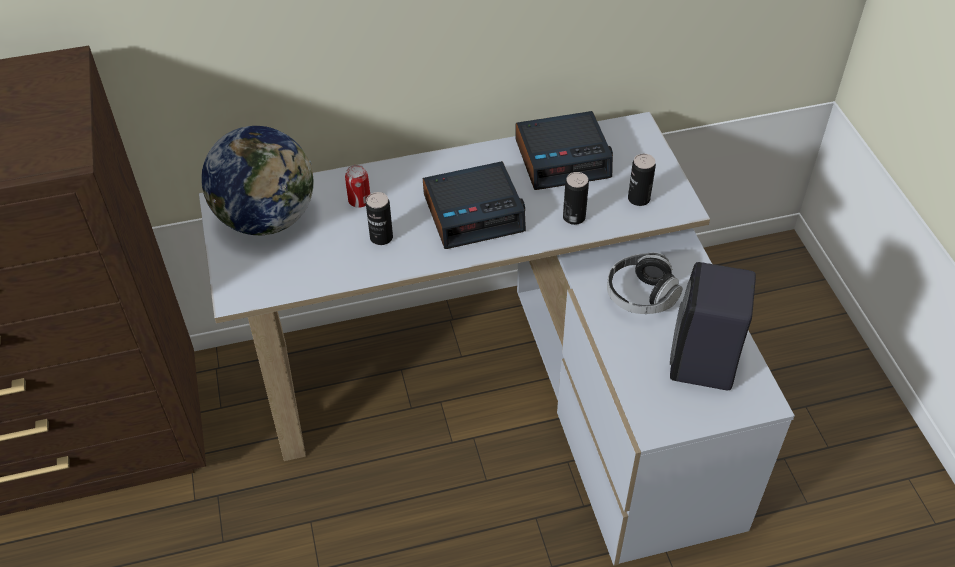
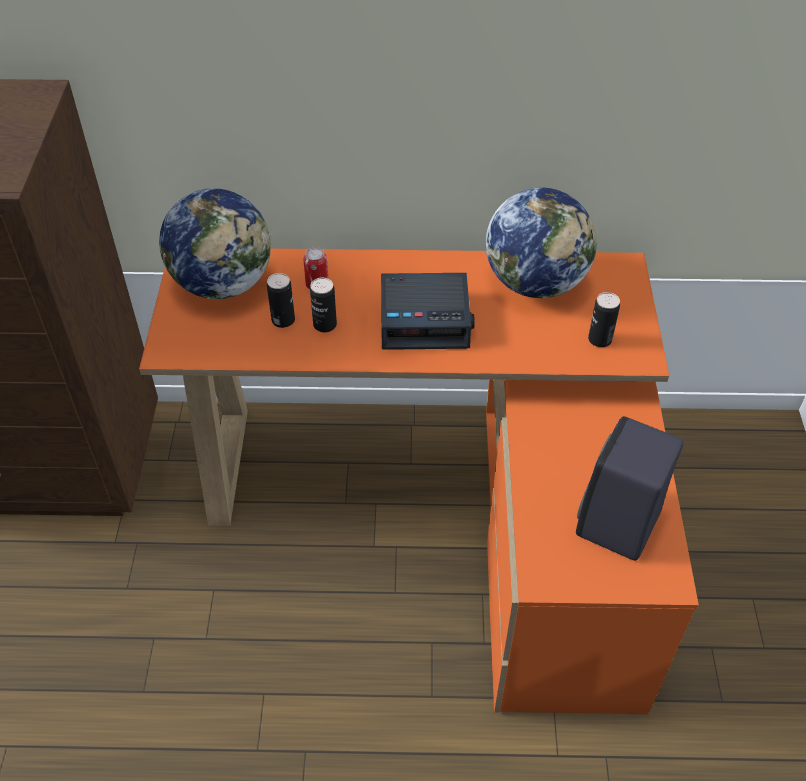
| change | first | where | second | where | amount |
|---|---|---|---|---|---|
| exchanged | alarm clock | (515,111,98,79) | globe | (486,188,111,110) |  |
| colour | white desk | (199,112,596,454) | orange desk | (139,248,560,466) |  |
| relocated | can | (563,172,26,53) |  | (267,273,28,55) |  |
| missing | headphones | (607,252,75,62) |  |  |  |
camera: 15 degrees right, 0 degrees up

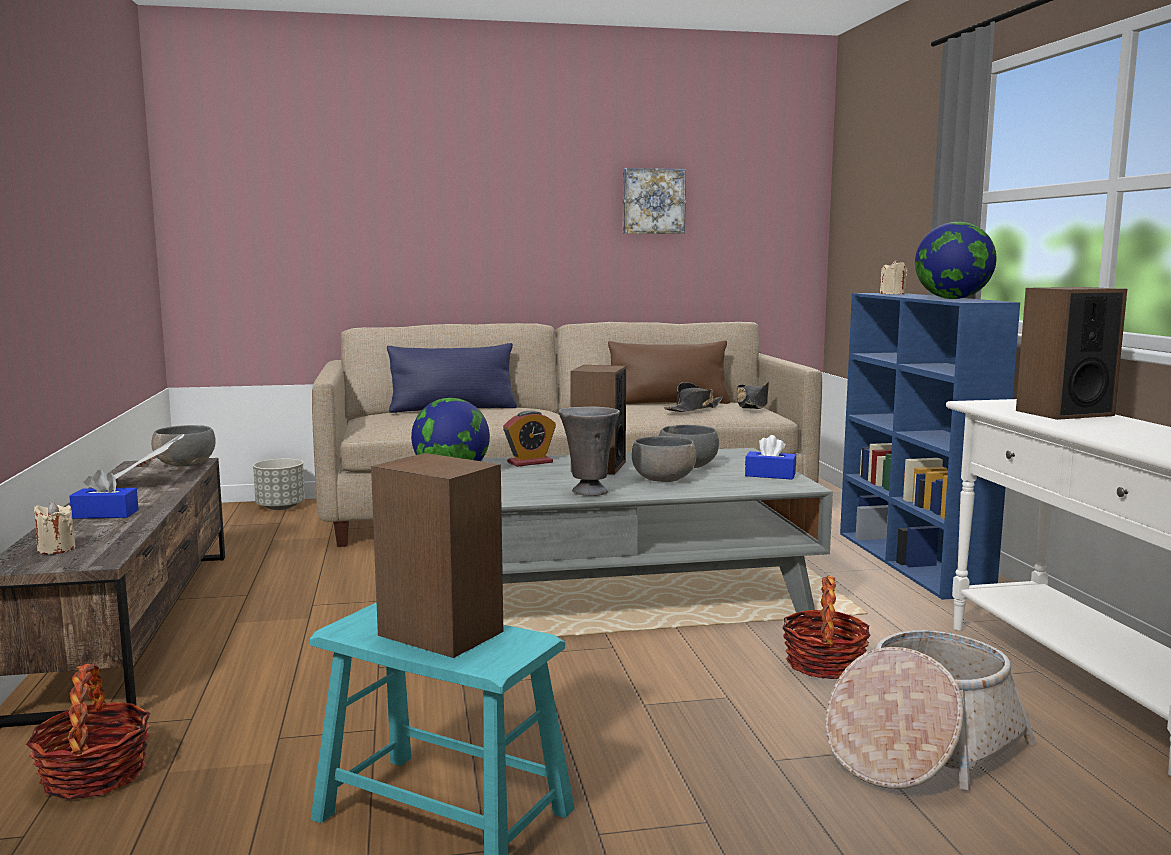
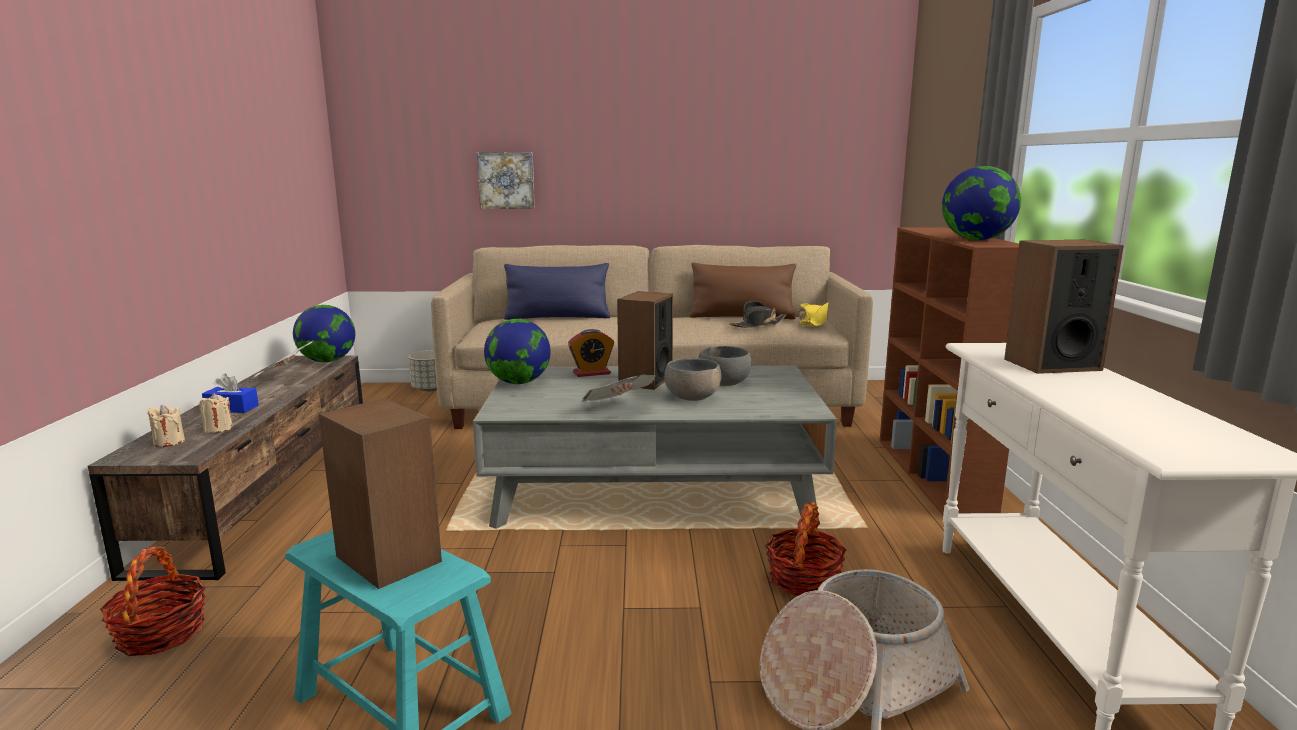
| change | first | where | second | where | amount |
|---|---|---|---|---|---|
| relocated | picture | (623,168,63,66) |  | (477,152,58,57) |  |
| relocated | beige candle | (880,260,27,34) |  | (199,393,34,40) |  |
| colour | blue bookcase | (840,293,180,307) | brown bookcase | (880,227,139,288) |  |
| colour | black hat | (737,382,32,27) | yellow hat | (799,302,29,25) |  |
| exchanged | grey vase | (559,406,61,90) | newspaper | (582,374,73,27) |  |
| exchanged | grey bowl | (151,425,65,41) | globe | (293,305,62,57) |  |
| missing | blue tissue box | (745,435,51,45) |  |  |  |
camera: 10 degrees right, 5 degrees up

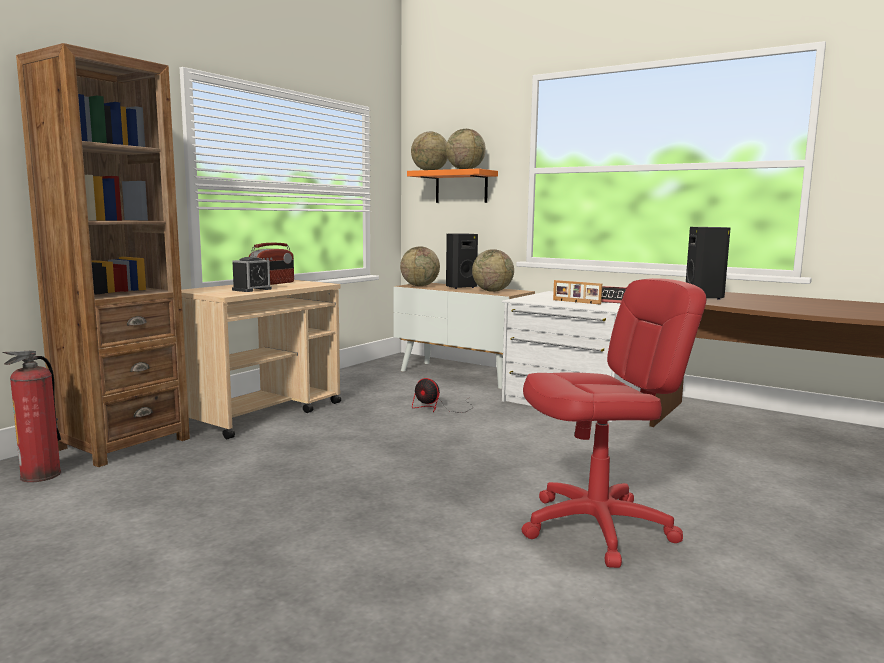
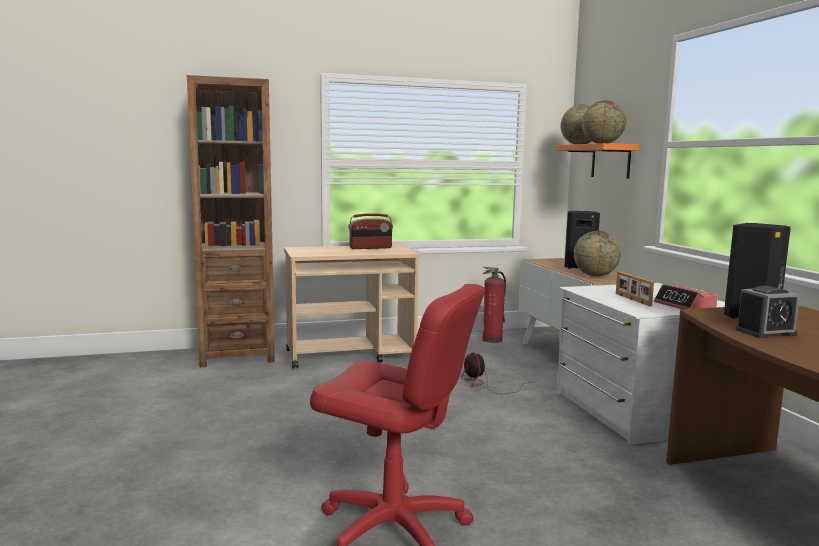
| change | first | where | second | where | amount |
|---|---|---|---|---|---|
| missing | globe | (400,246,40,40) |  |  |  |
| relocated | alarm clock | (232,257,40,35) |  | (735,286,65,52) |  |
| relocated | fire extinguisher | (3,351,58,132) |  | (482,267,24,76) |  |
camera: 40 degrees right, 0 degrees up

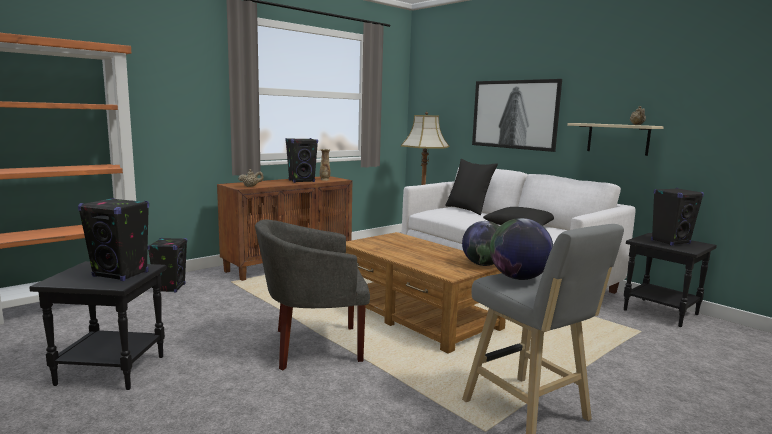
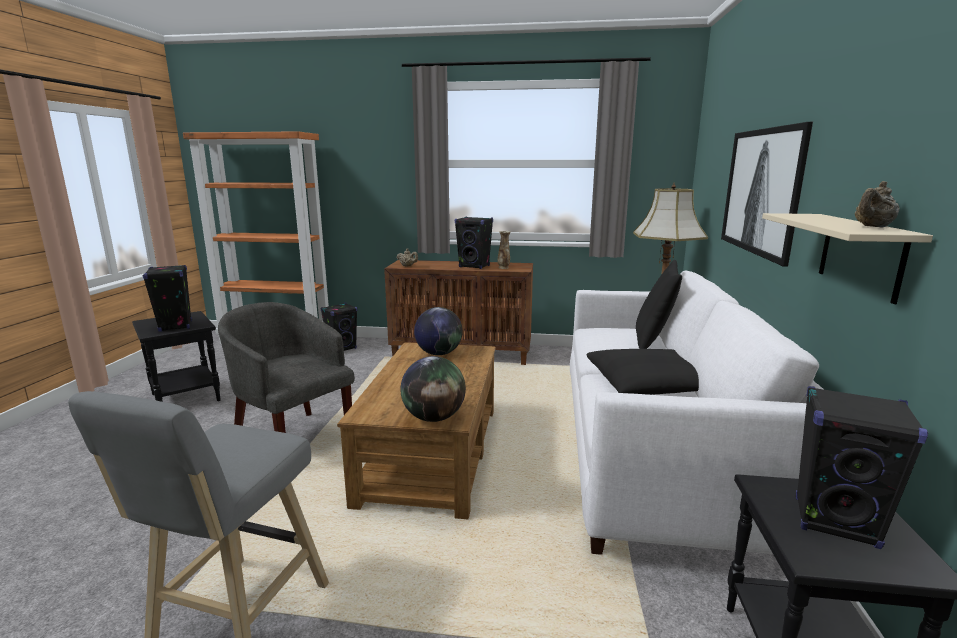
| change | first | where | second | where | amount |
|---|---|---|---|---|---|
| relocated | globe | (490,218,63,62) |  | (414,307,49,48) |  |
camera: 50 degrees right, 5 degrees up

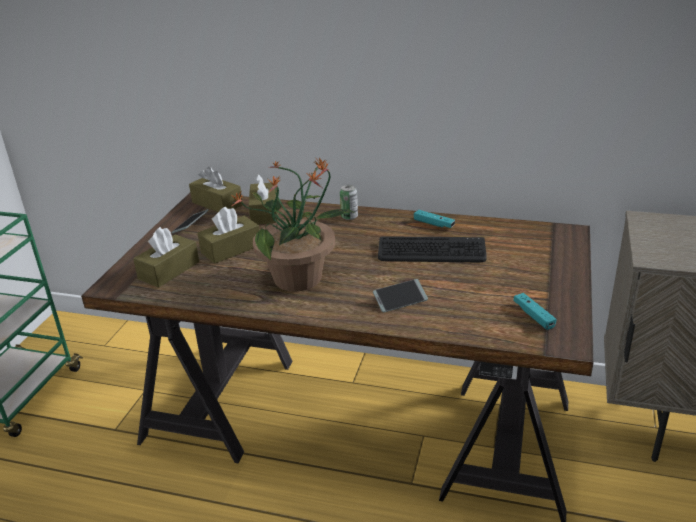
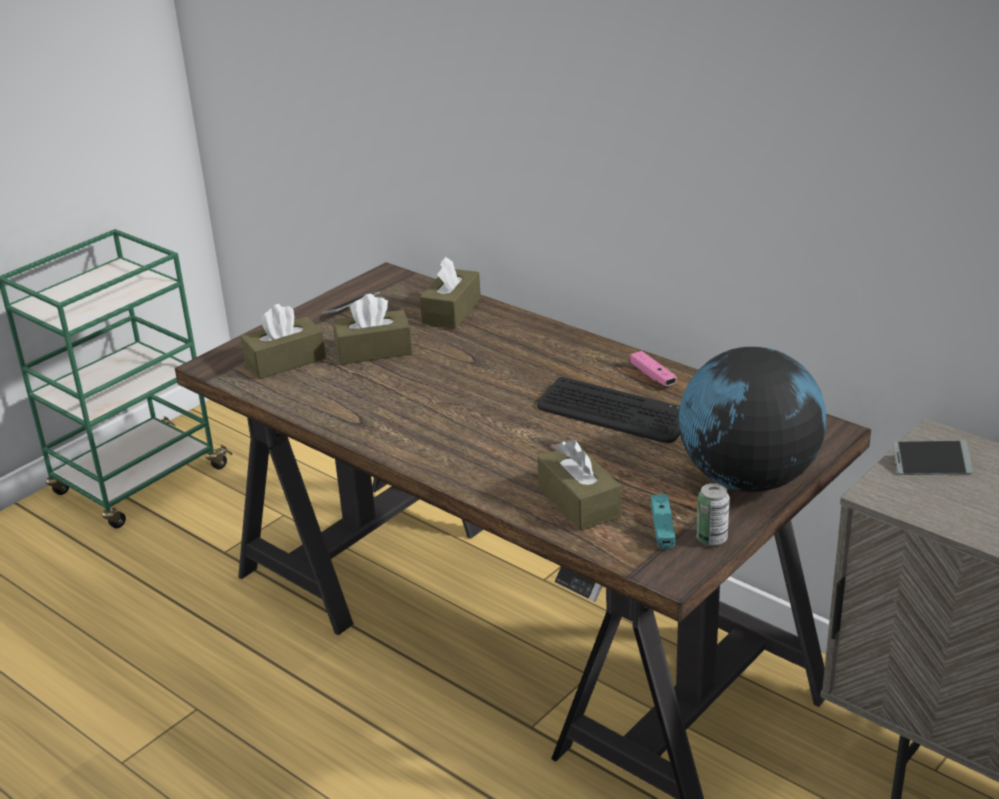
| change | first | where | second | where | amount |
|---|---|---|---|---|---|
| missing | potted plant | (231,158,124,133) |  |  |  |
| relocated | brown tissue box | (189,167,54,45) |  | (537,439,84,92) |  |
| relocated | can | (340,185,18,35) |  | (696,483,34,63) |  |
| colour | turquoise game controller | (414,210,41,18) | pink game controller | (630,351,47,35) |  |
| relocated | phone | (373,279,55,33) |  | (893,441,80,34) |  |
| appeared |  |  | globe | (679,347,147,145) |  |
camera: 25 degrees right, 0 degrees up

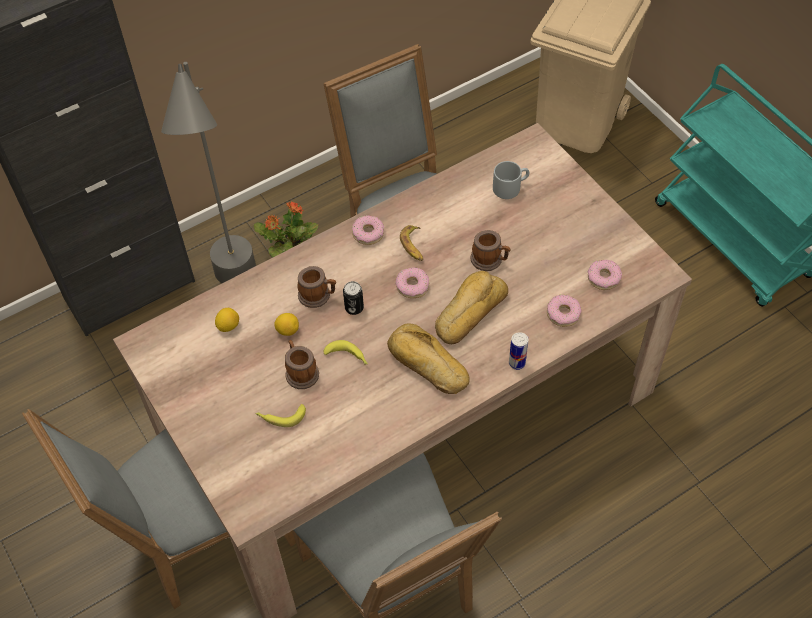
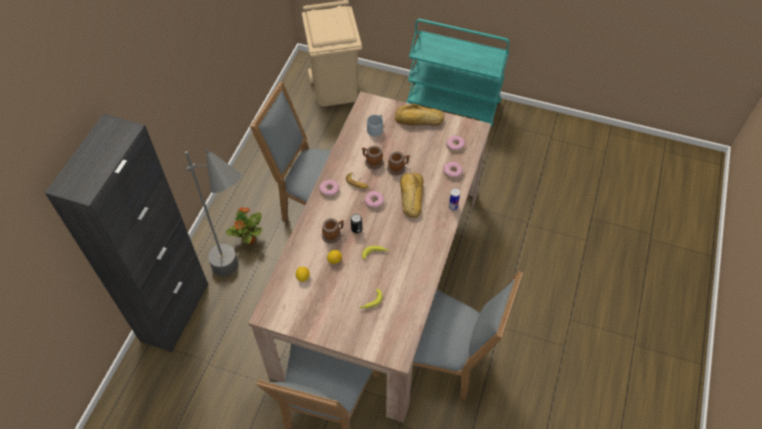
| change | first | where | second | where | amount |
|---|---|---|---|---|---|
| relocated | bread | (387,323,83,71) |  | (395,104,49,22) |  |
| relocated | mug | (285,340,34,49) |  | (362,146,21,23) |  |
camera: 40 degrees left, 0 degrees up

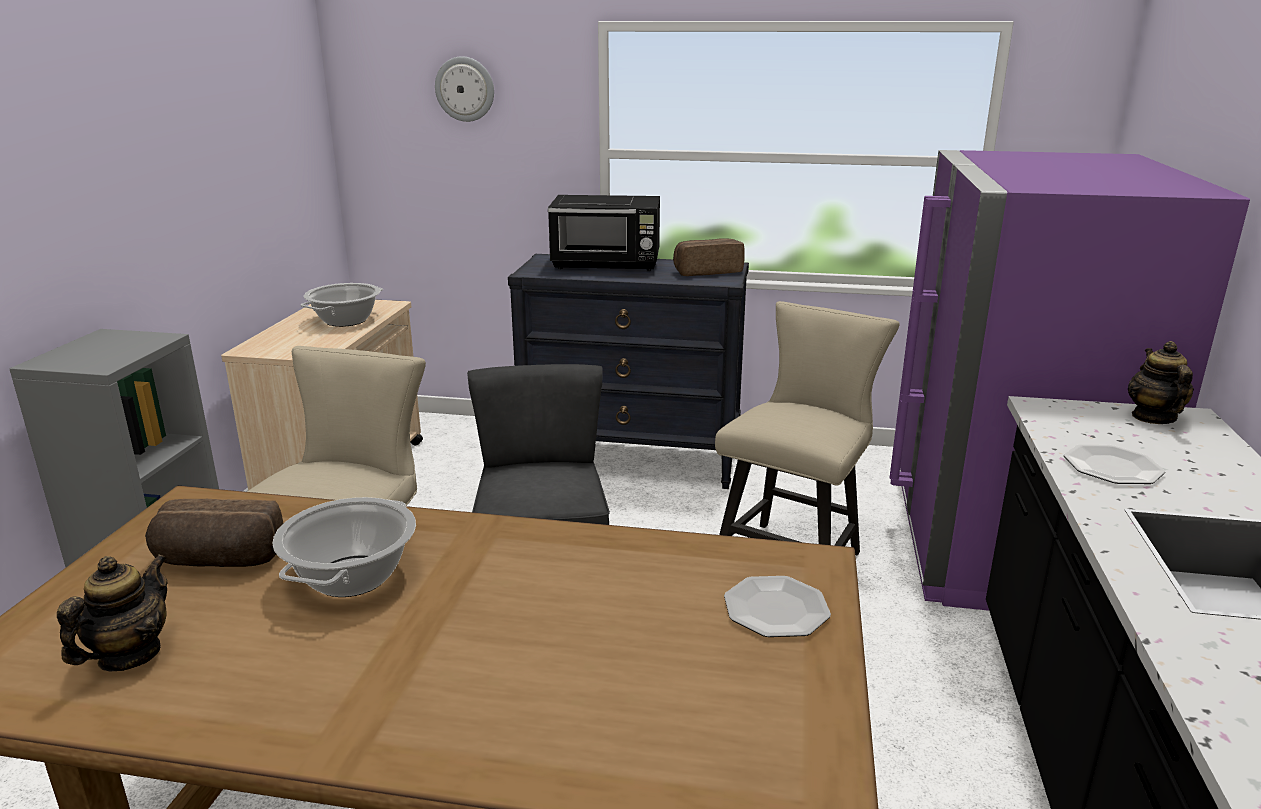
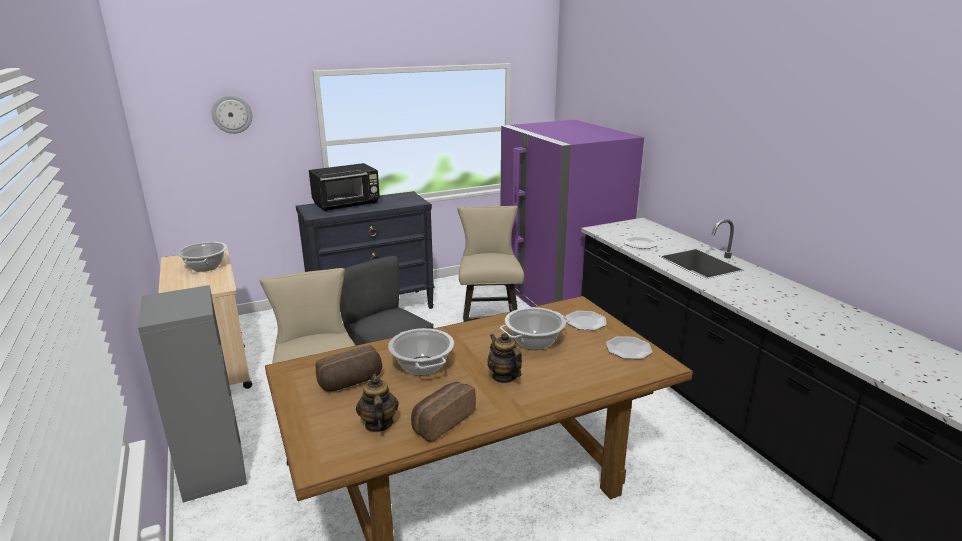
| change | first | where | second | where | amount |
|---|---|---|---|---|---|
| relocated | bread | (673,238,72,38) |  | (411,382,65,61) |  |
| relocated | teapot | (1128,341,66,83) |  | (488,333,34,50) |  |
| appeared |  |  | cooking pot | (500,307,70,43) |  |
| appeared |  |  | plate | (606,336,47,23) |  |
camera: 35 degrees left, 0 degrees up

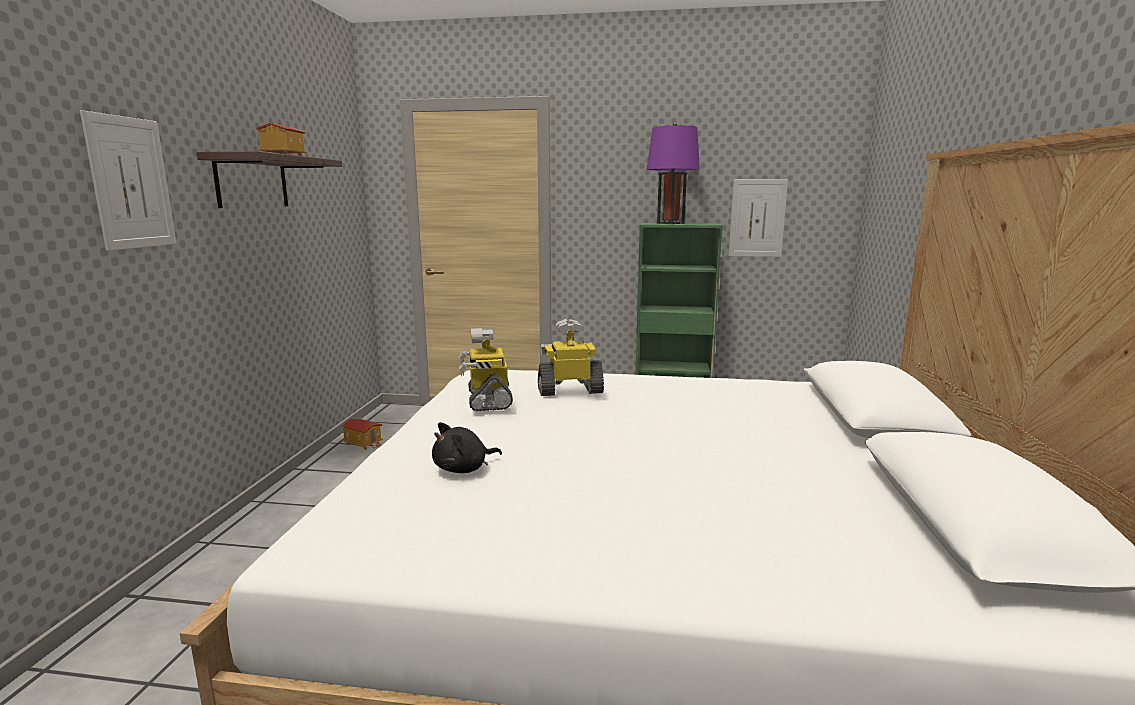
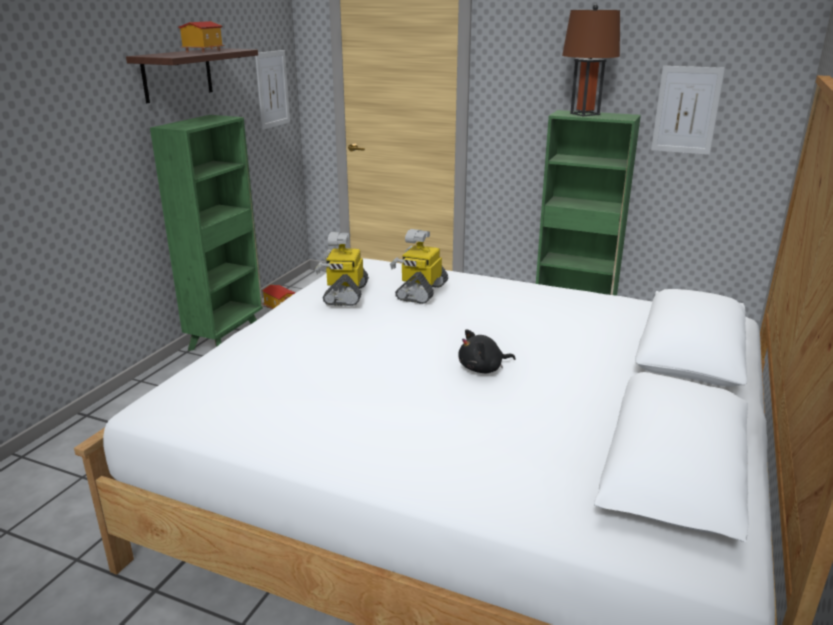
| change | first | where | second | where | amount |
|---|---|---|---|---|---|
| relocated | picture | (80,110,96,141) |  | (255,50,35,80) |  |
| colour | purple table lamp | (647,123,53,101) | brown table lamp | (562,4,58,112) |  |
| spun | toy robot | (538,319,66,77) |  | (390,229,58,75) | 75 degrees counterclockwise |
| relocated | black plush toy | (432,422,70,51) |  | (458,330,58,43) |  |
| appeared |  |  | green bookcase | (150,115,113,236) |  |
camera: 15 degrees right, 10 degrees up

